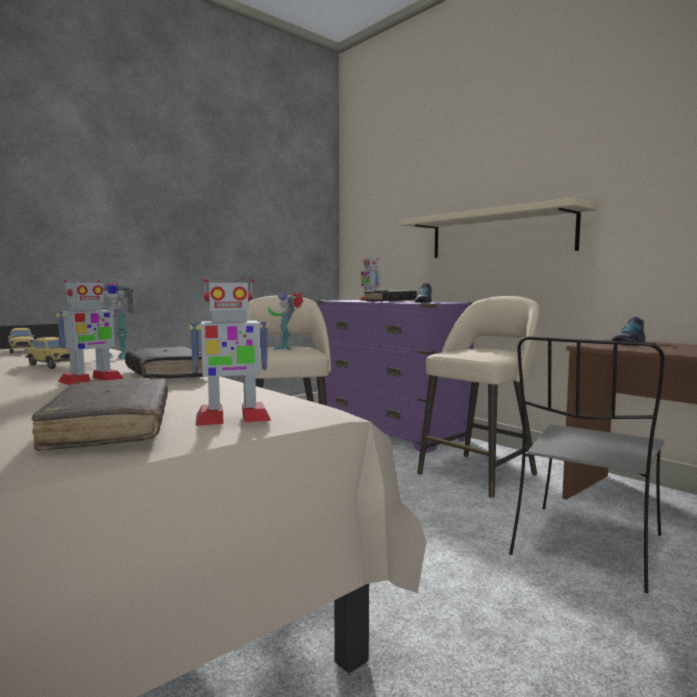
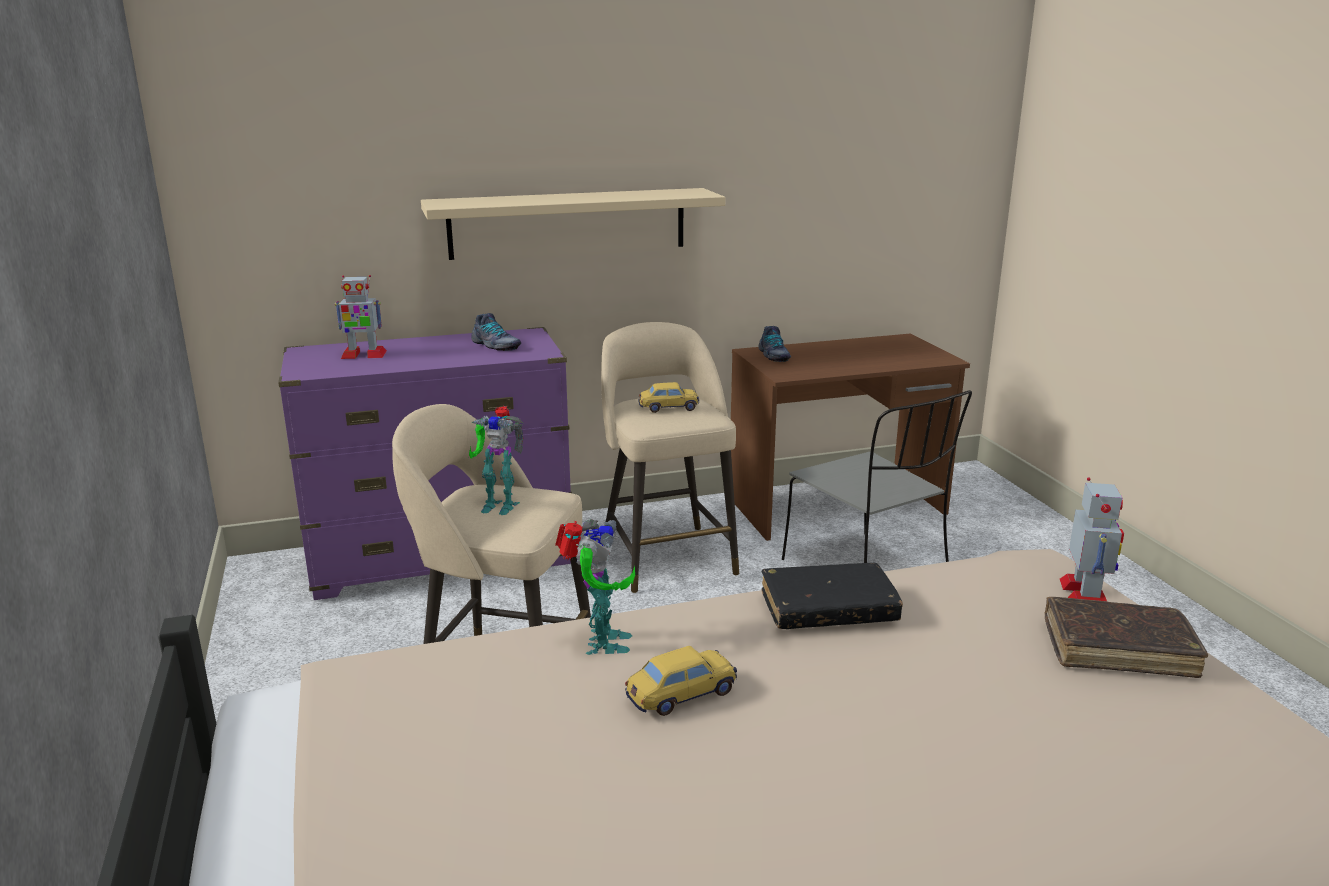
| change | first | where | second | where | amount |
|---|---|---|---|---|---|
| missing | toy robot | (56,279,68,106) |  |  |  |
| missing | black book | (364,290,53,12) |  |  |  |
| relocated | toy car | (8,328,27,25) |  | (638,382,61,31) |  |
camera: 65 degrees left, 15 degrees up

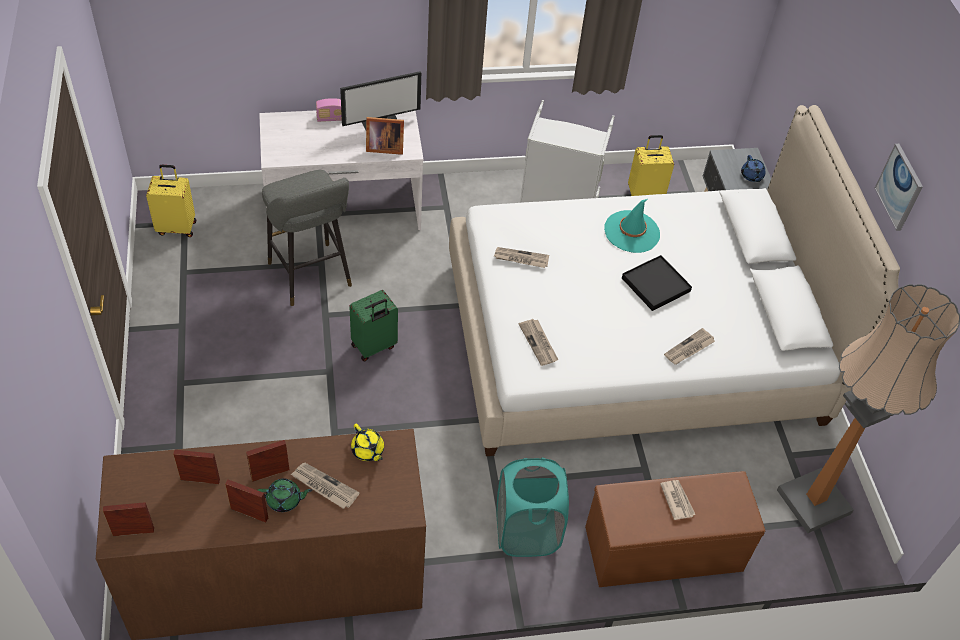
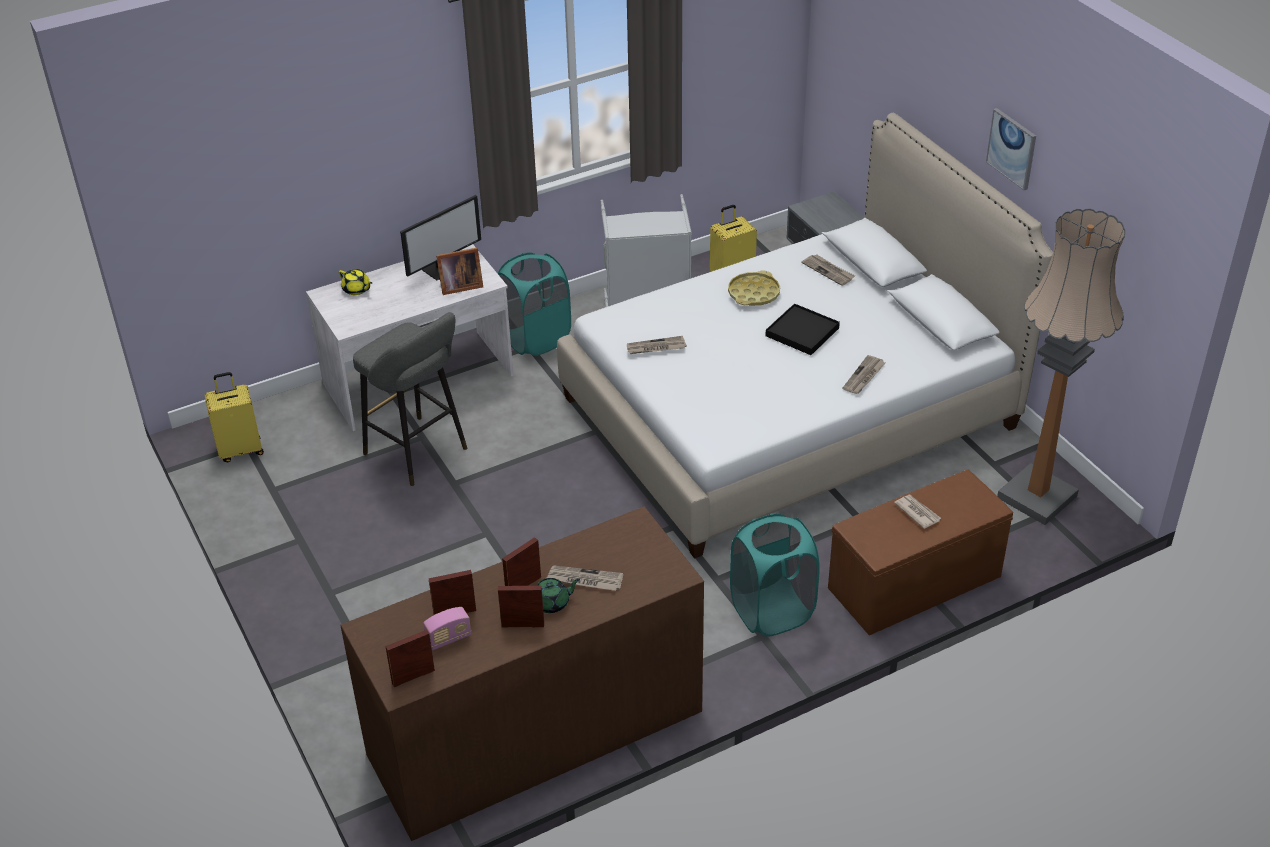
| change | first | where | second | where | amount |
|---|---|---|---|---|---|
| relocated | radio | (316,98,26,24) |  | (423,607,48,43) |  |
| missing | blue teapot | (741,155,25,27) |  |  |  |
| exchanged | turquoise hat | (604,199,56,54) | yellow tray | (728,271,52,35) |  |
| missing | green suitcase | (349,290,49,71) |  |  |  |
| relocated | newspaper | (519,319,40,47) |  | (802,255,53,31) |  |
| relocated | yellow teapot | (351,423,33,38) |  | (338,269,34,26) |  |
| appeared |  |  | turquoise laundry basket | (498,252,73,104) |  |
camera: 15 degrees left, 10 degrees down

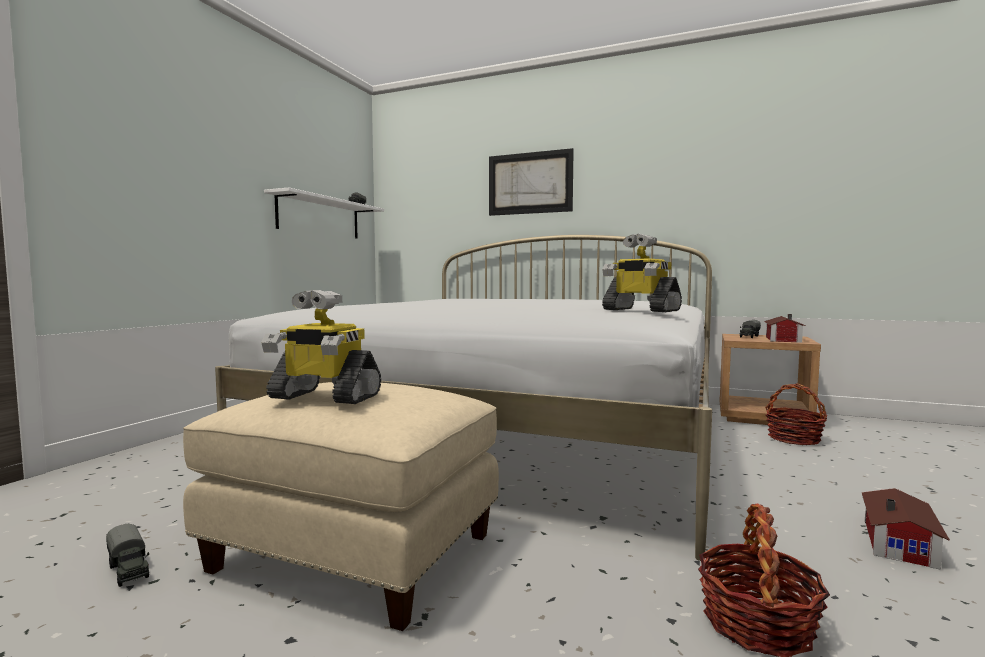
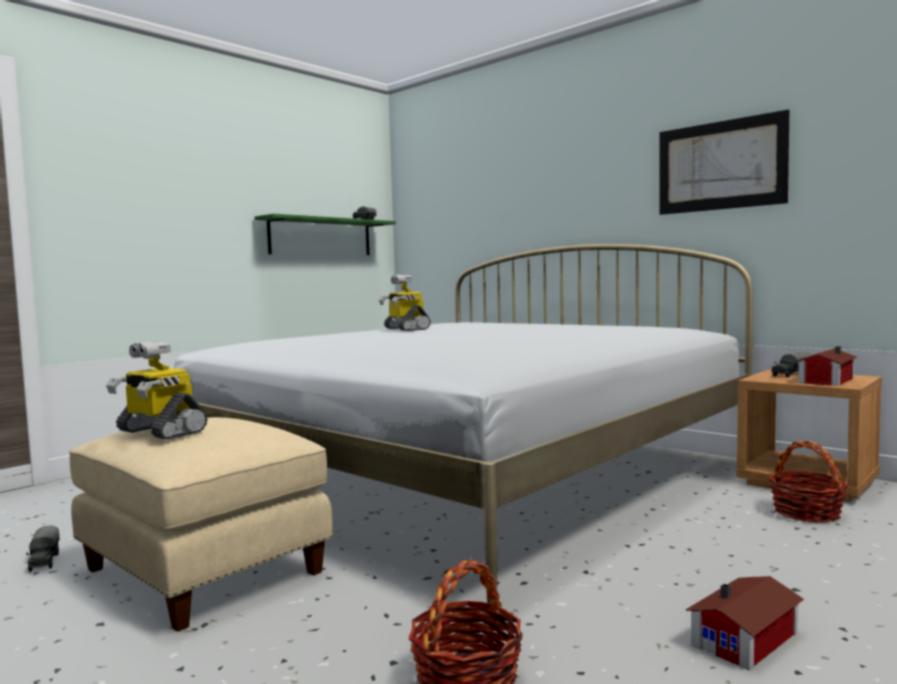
| change | first | where | second | where | amount |
|---|---|---|---|---|---|
| relocated | picture | (489,148,85,68) |  | (659,109,131,106) |  |
| colour | white shelf | (264,188,120,50) | green shelf | (254,214,142,41) |  |
| relocated | toy robot | (602,234,80,78) |  | (379,275,52,56) |  |
camera: 20 degrees right, 0 degrees up

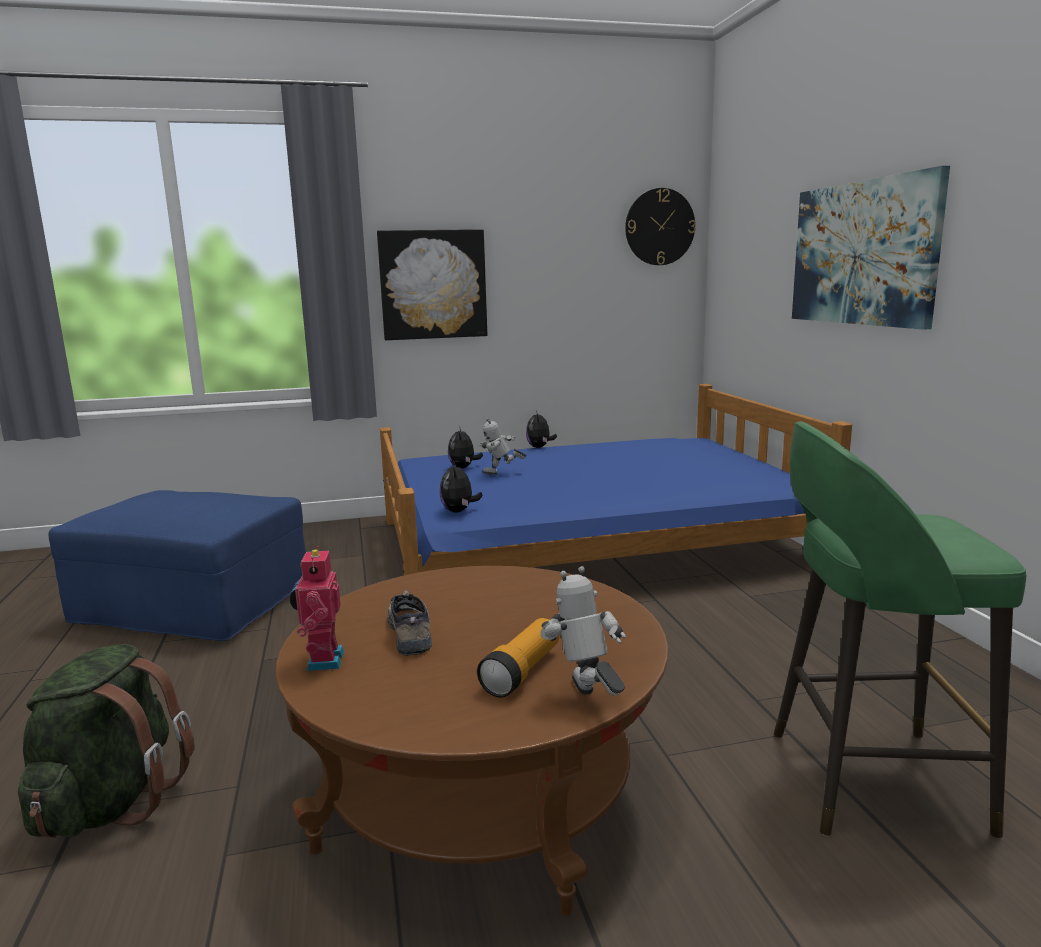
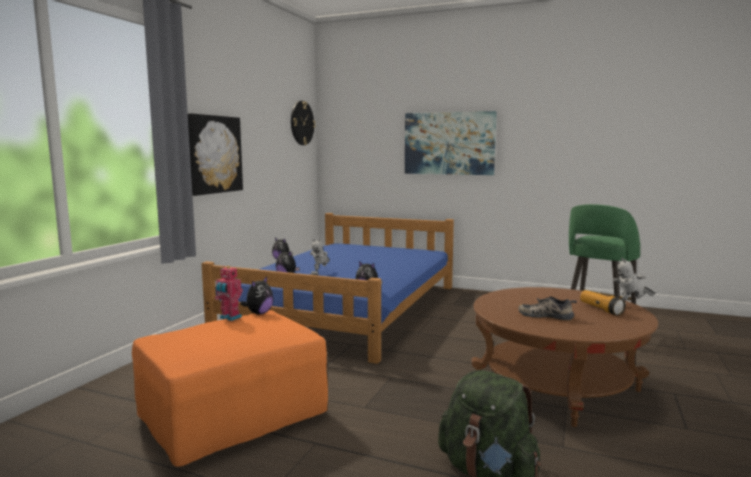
| change | first | where | second | where | amount |
|---|---|---|---|---|---|
| colour | blue ottoman | (49,490,257,151) | orange ottoman | (132,310,196,157) |  |
| relocated | toy robot | (290,546,54,125) |  | (215,266,28,55) |  |
| appeared |  |  | plush toy | (240,277,34,38) |  |
camera: 55 degrees left, 5 degrees down

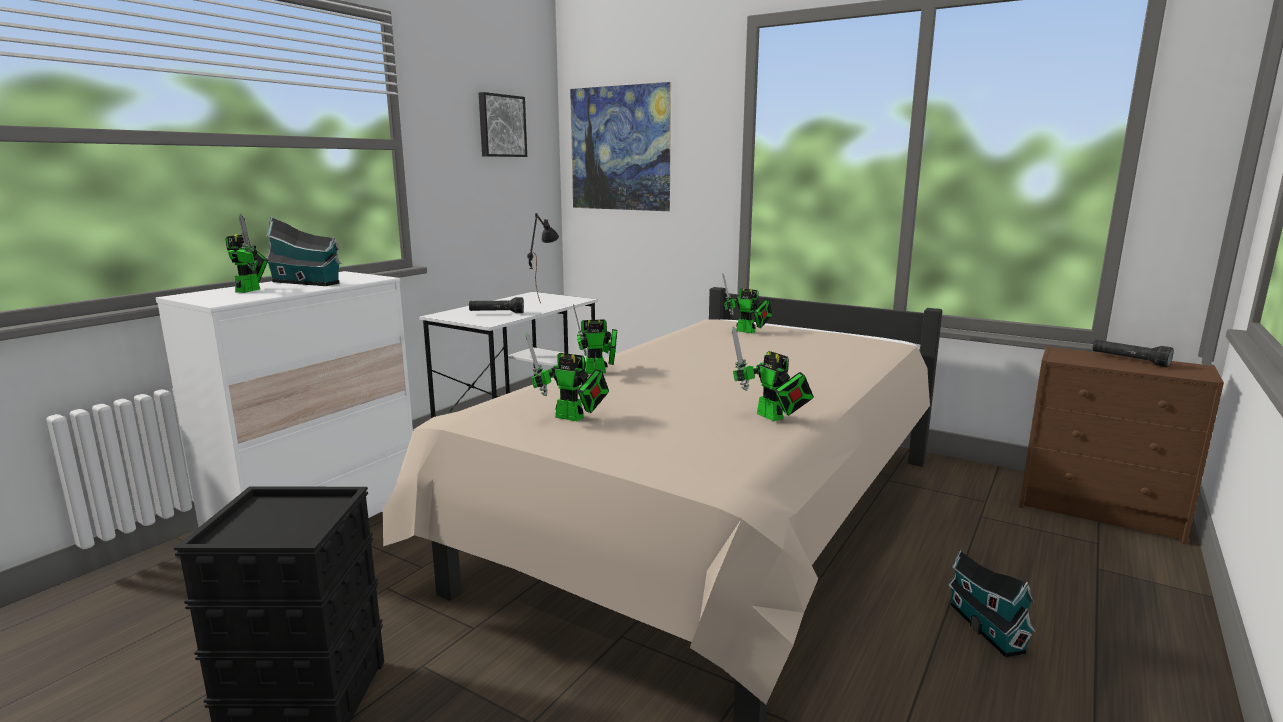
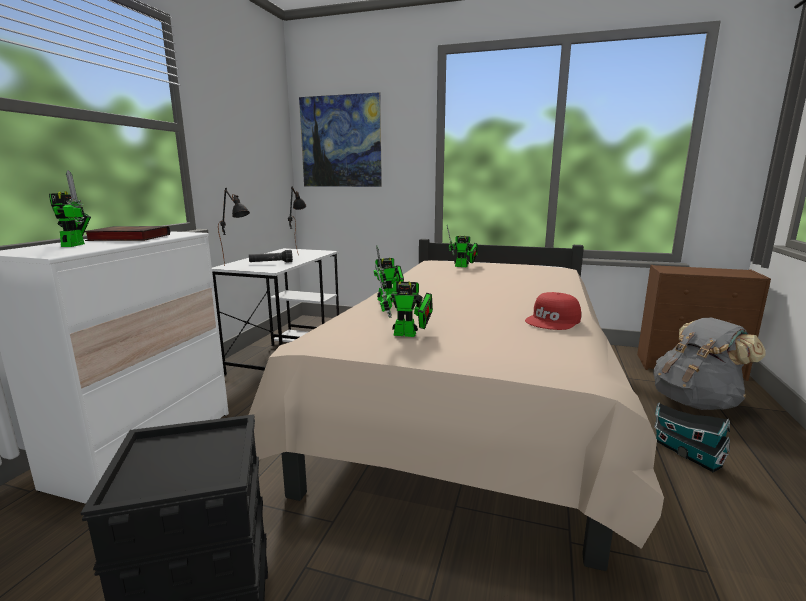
| change | first | where | second | where | amount |
|---|---|---|---|---|---|
| missing | picture | (479,92,48,65) |  |  |  |
| exchanged | toy house | (266,216,76,70) | book | (85,226,85,15) |  |
| exchanged | toy robot | (732,326,82,95) | red cap | (525,292,56,38) |  |
| missing | black flashlight | (1092,340,82,27) |  |  |  |
| appeared |  |  | black table lamp | (218,188,32,78) |  |
| appeared |  |  | grey backpack | (654,318,112,92) |  |
camera: 15 degrees left, 0 degrees up

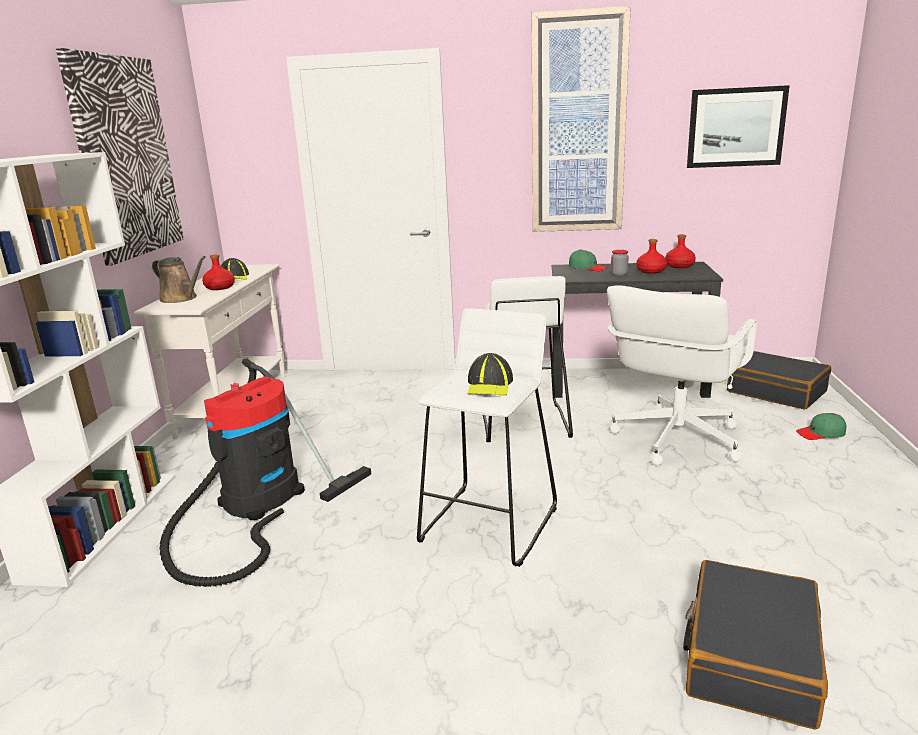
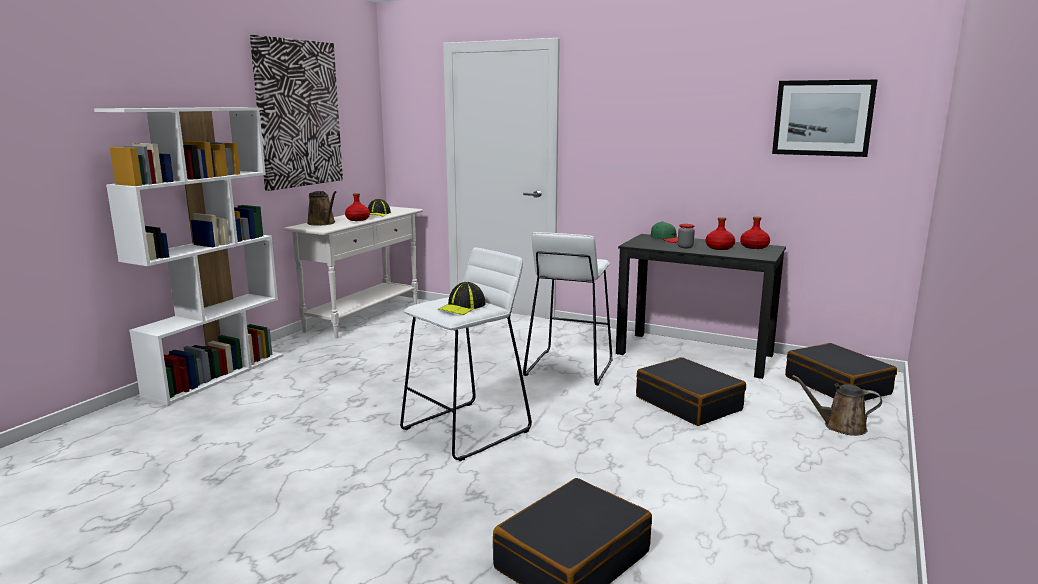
| change | first | where | second | where | amount |
|---|---|---|---|---|---|
| missing | picture | (531,5,100,227) |  |  |  |
| exchanged | white office chair | (607,286,150,180) | black suitcase | (636,357,110,69) |  |
| missing | vacuum cleaner | (159,358,212,229) |  |  |  |
| exchanged | green cap | (796,413,50,27) | brown watering can | (792,375,90,61) |  |
camera: 20 degrees right, 5 degrees down

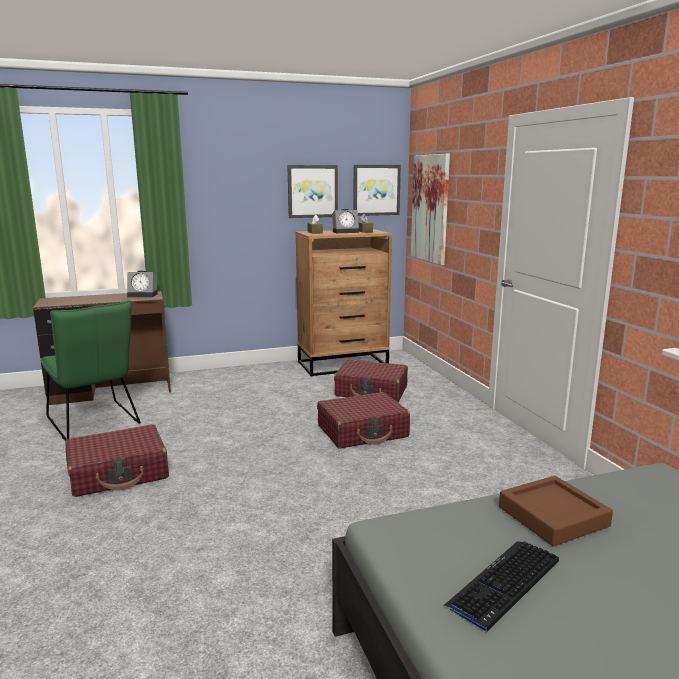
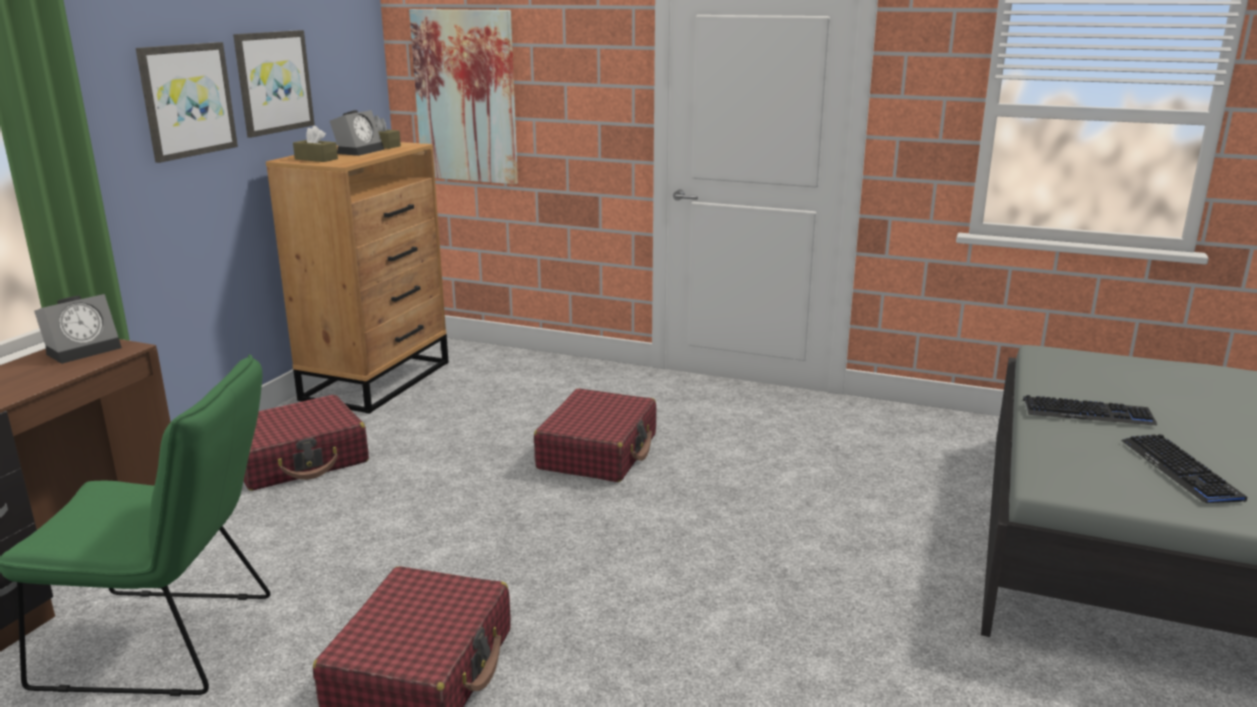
| change | first | where | second | where | amount |
|---|---|---|---|---|---|
| relocated | picture | (353,165,48,51) |  | (136,42,102,121) |  |
| relocated | red suitcase | (334,360,74,43) |  | (244,395,125,96) |  |
| exchanged | brown tray | (499,476,114,70) | keyboard | (1023,395,134,31) |  |
camera: 50 degrees left, 5 degrees up

